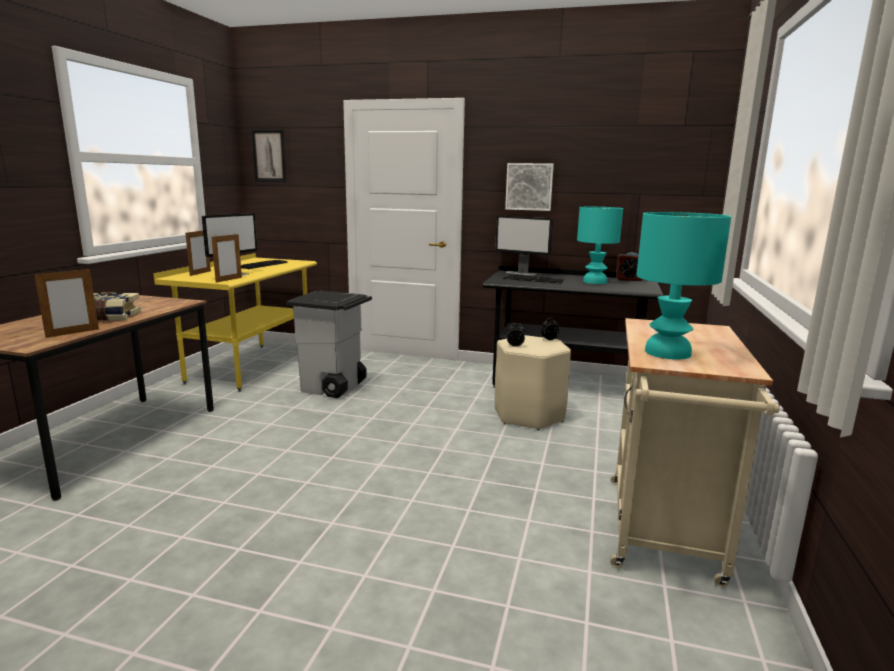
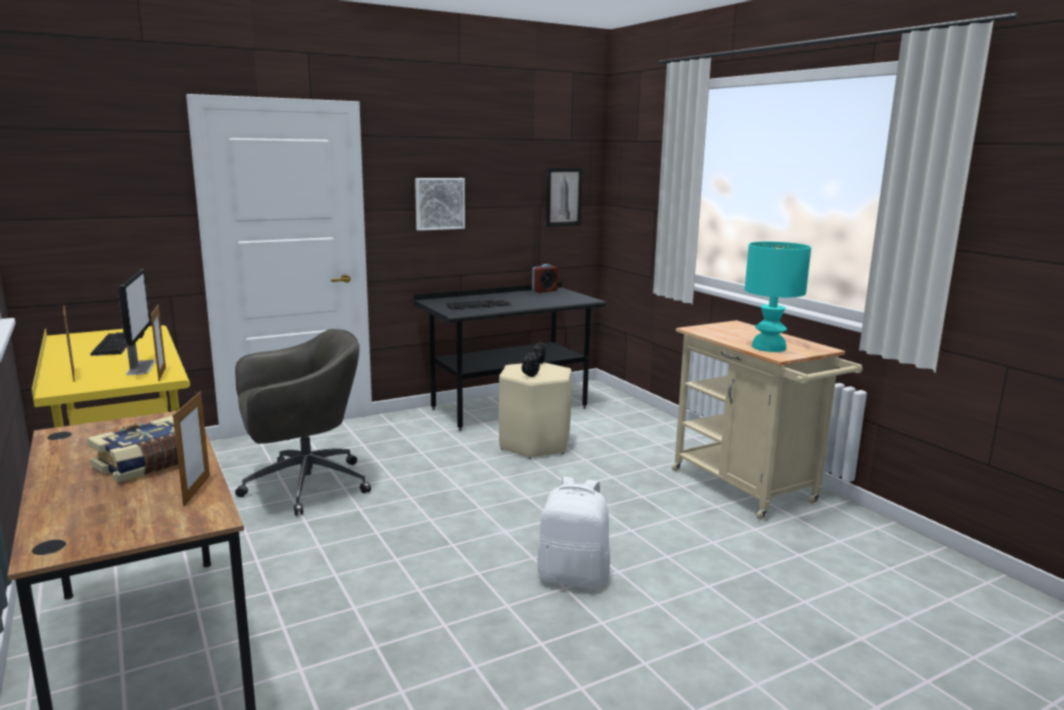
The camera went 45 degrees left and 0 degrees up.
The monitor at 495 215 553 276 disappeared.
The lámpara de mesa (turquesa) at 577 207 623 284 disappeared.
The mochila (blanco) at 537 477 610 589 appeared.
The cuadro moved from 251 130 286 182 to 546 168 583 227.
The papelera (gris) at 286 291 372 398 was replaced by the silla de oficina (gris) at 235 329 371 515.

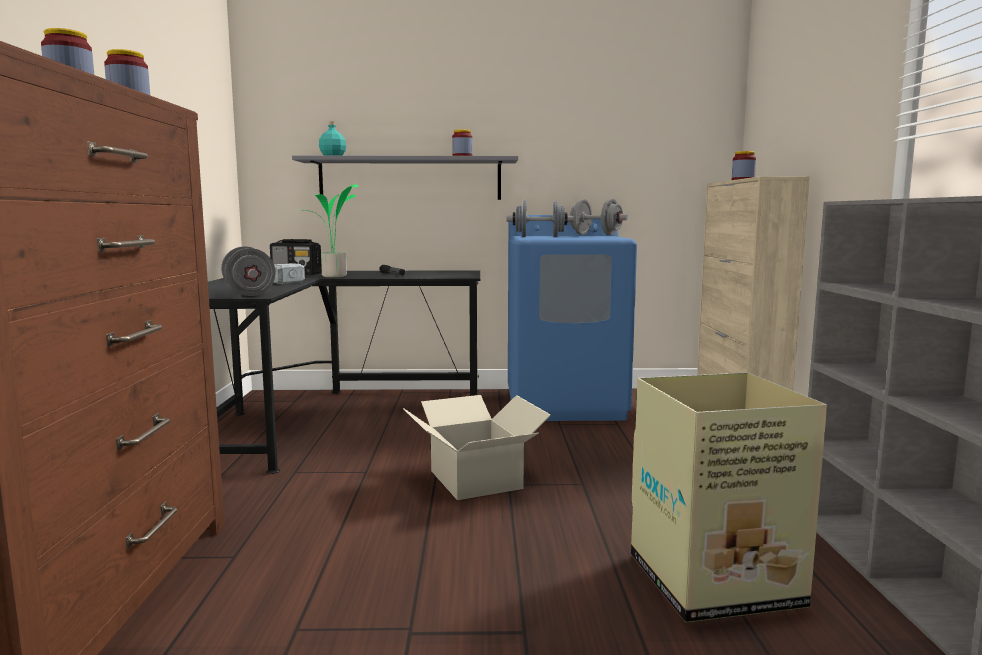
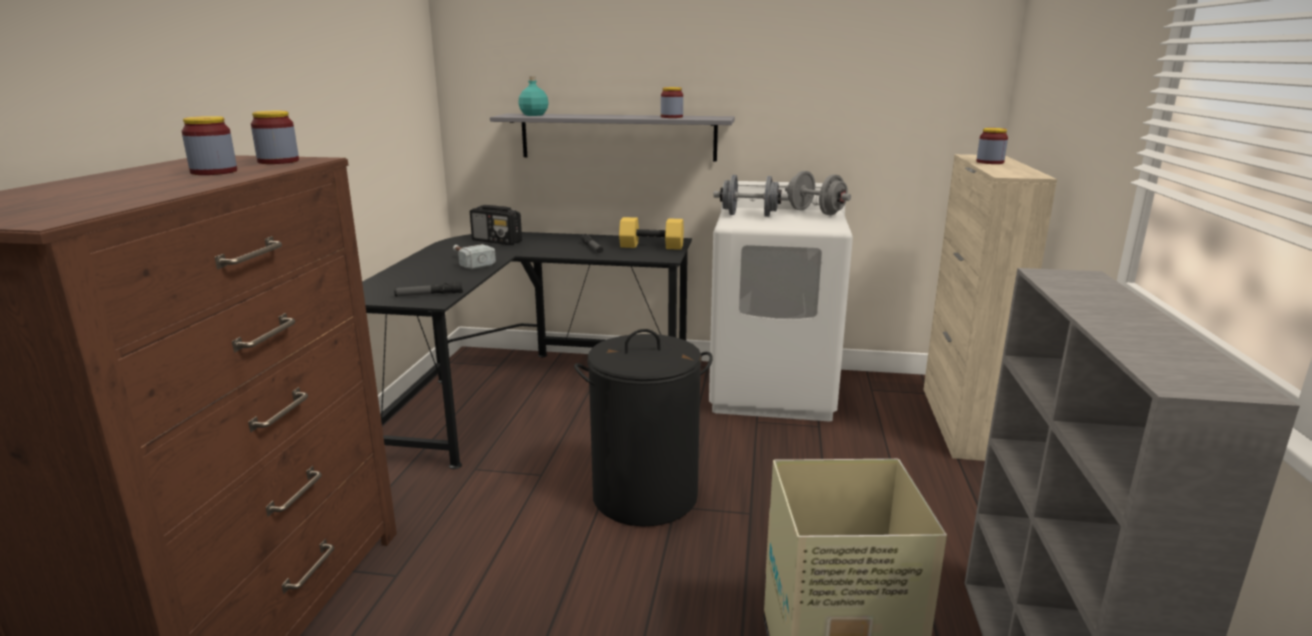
The camera went 10 degrees right and 10 degrees up.
The planta en maceta at 301 184 358 277 disappeared.
The mancuerna (amarillo) at 619 217 684 250 appeared.
The mancuerna (gris) at 221 246 275 296 was replaced by the linterna at 394 281 463 297.
The caja de cartón at 403 395 551 500 was replaced by the cesto de la ropa (negro) at 574 329 713 527.
The lavadora (azul) at 508 215 637 421 became the lavadora (blanco) at 709 181 853 421.

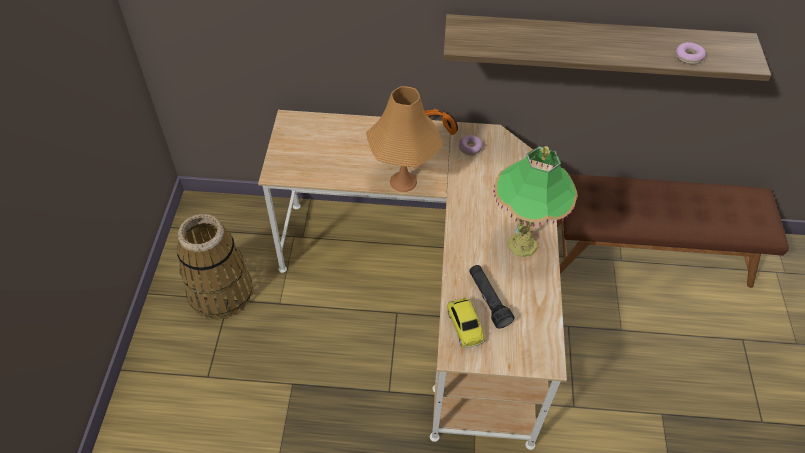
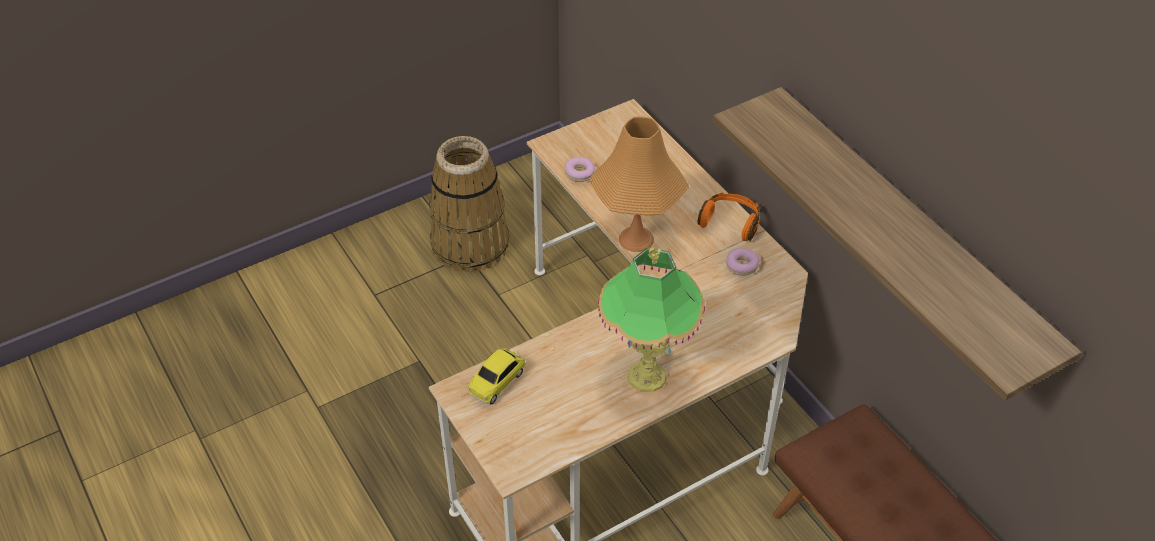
The camera went 55 degrees right and 5 degrees down.
The linterna (negro) at 469 265 515 328 disappeared.
The rosquilla moved from 675 42 706 64 to 565 157 595 182.

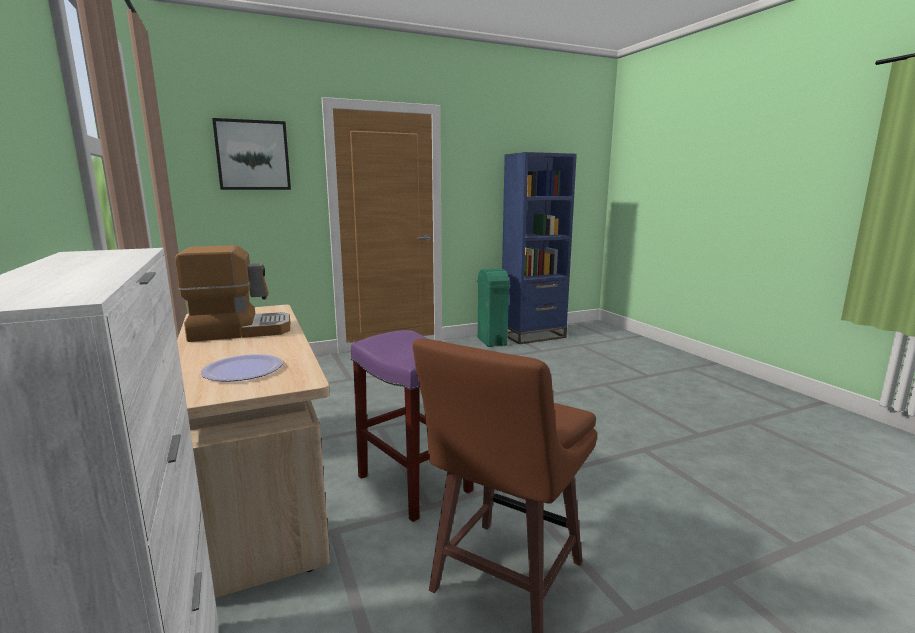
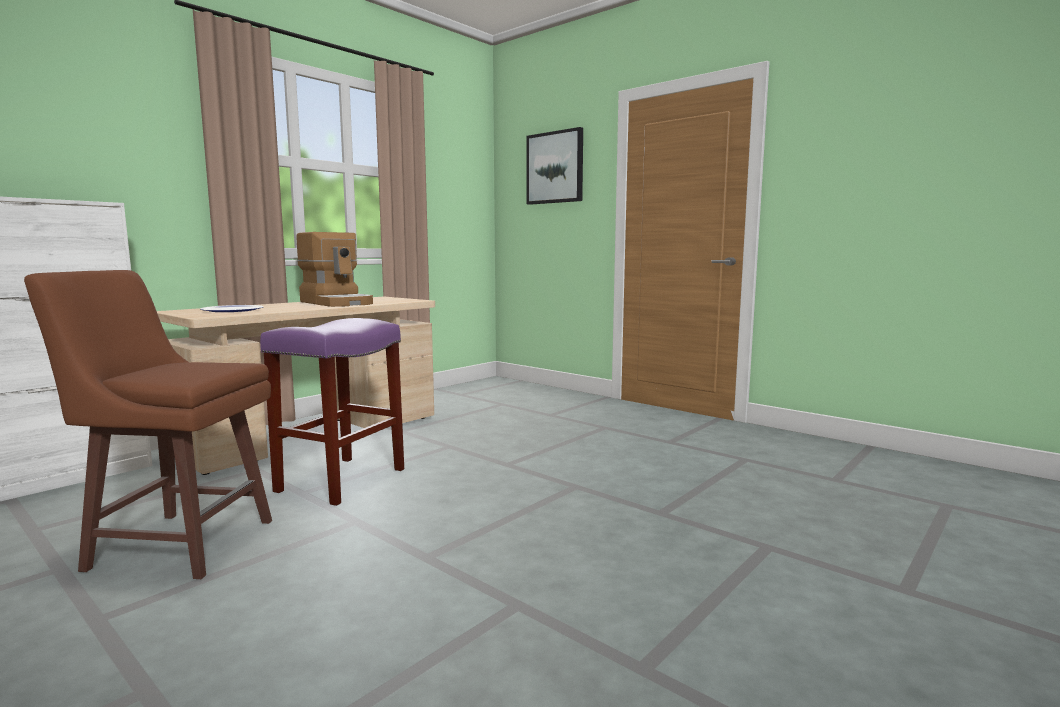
The camera went 65 degrees right and 5 degrees down.
The papelera (verde) at 477 268 511 347 disappeared.
The estantería (azul) at 502 152 577 344 disappeared.

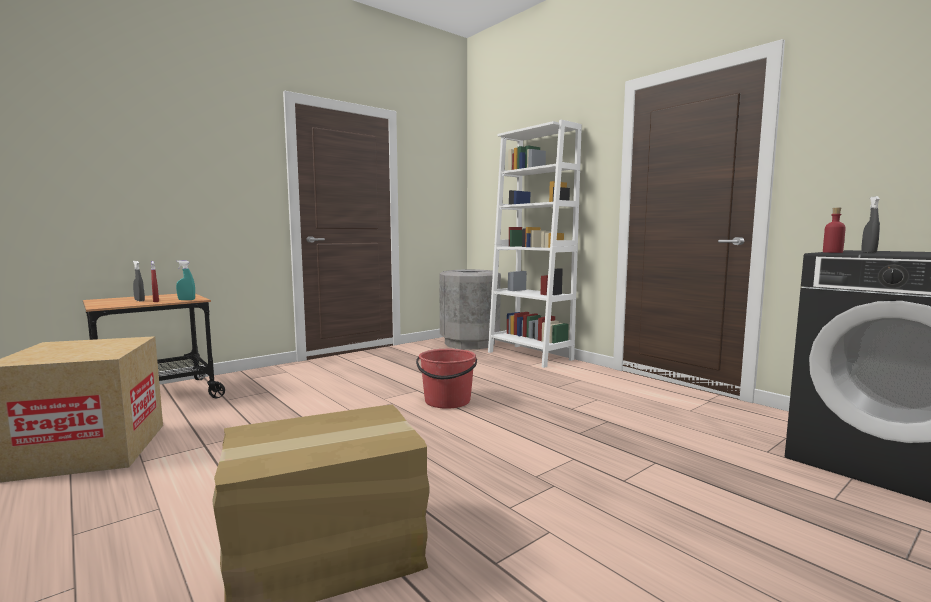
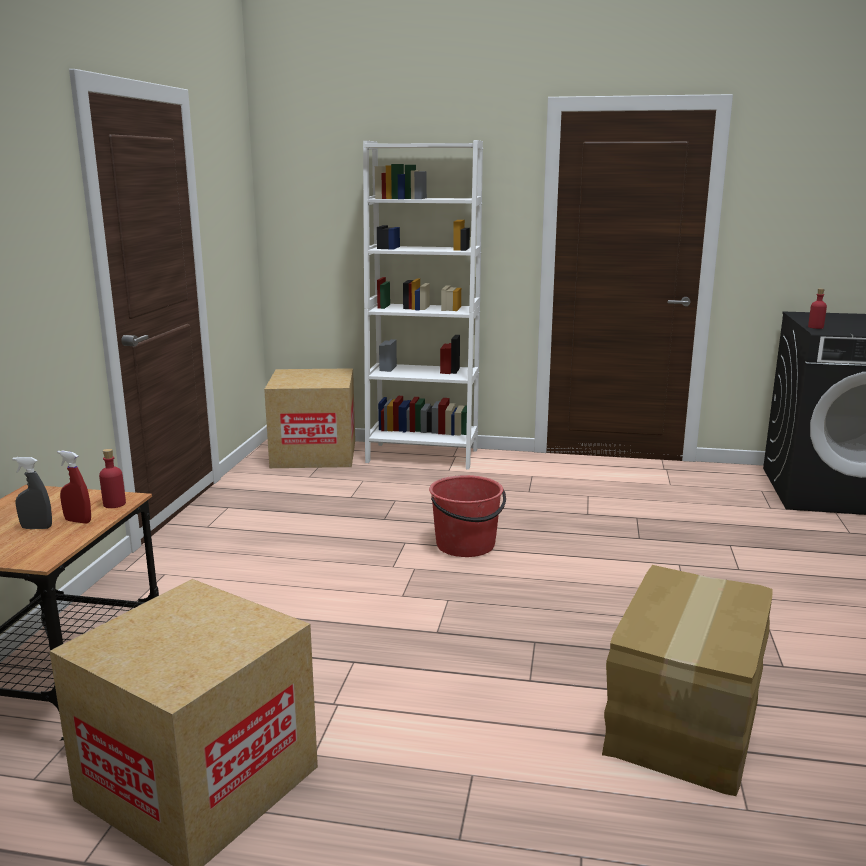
The camera went 40 degrees left and 10 degrees up.
The pulverizador (gris) at 861 196 880 253 disappeared.
The pulverizador (turquesa) at 176 260 195 300 was replaced by the botella (rojo) at 99 449 126 508.
The papelera (gris) at 439 269 501 350 was replaced by the caja de cartón at 264 368 355 468.

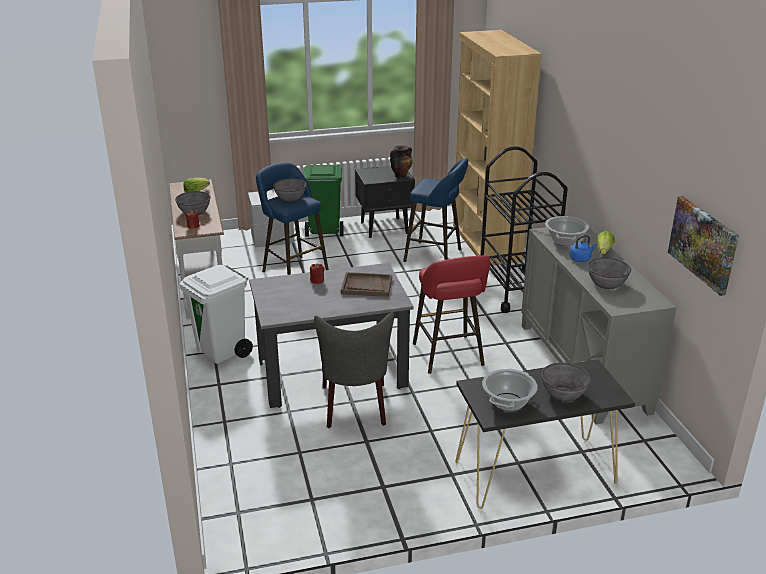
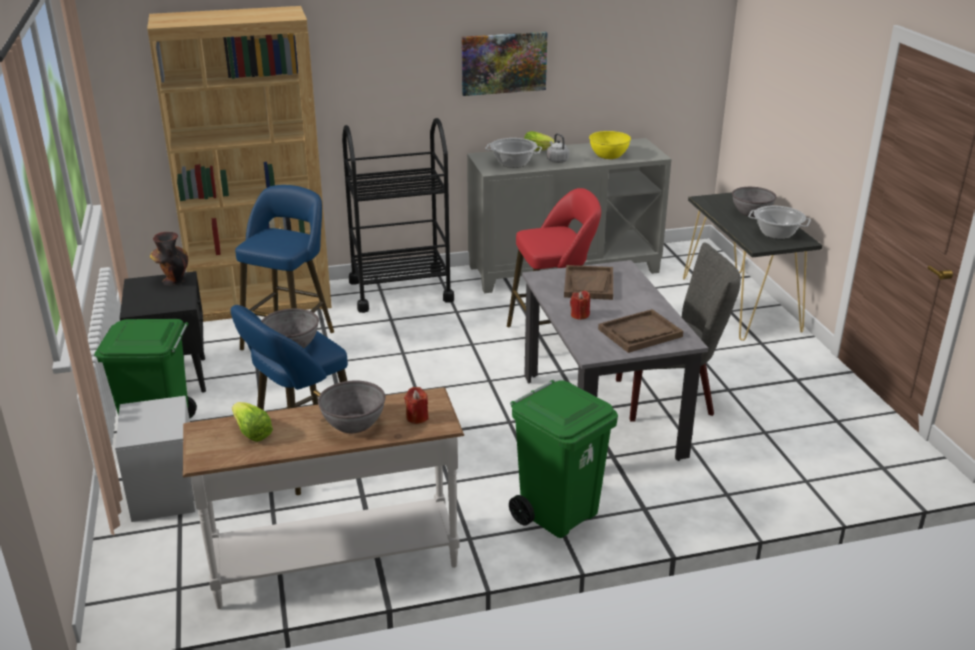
The camera went 90 degrees left and 0 degrees up.
The bandeja (marrón) at 598 309 683 353 appeared.
The cuadro moved from 668 196 739 296 to 461 32 547 96.
The papelera (blanco) at 180 265 253 364 became the papelera (verde) at 509 380 618 538.
The hervidor (azul) at 570 235 597 262 became the hervidor (gris) at 547 133 569 163.
The cuenco (gris) at 588 257 631 289 became the cuenco (amarillo) at 589 131 631 159.

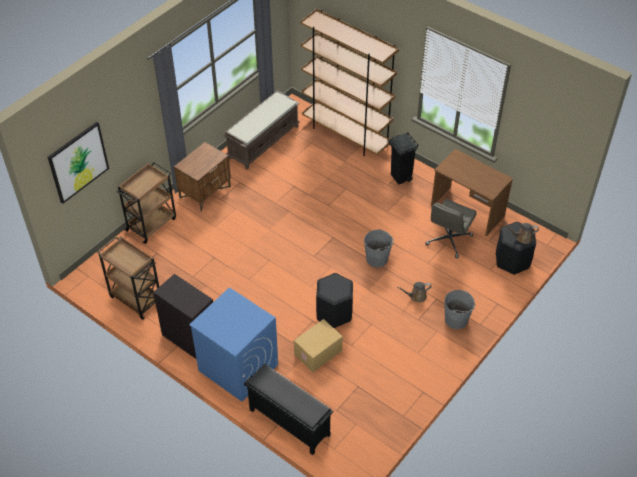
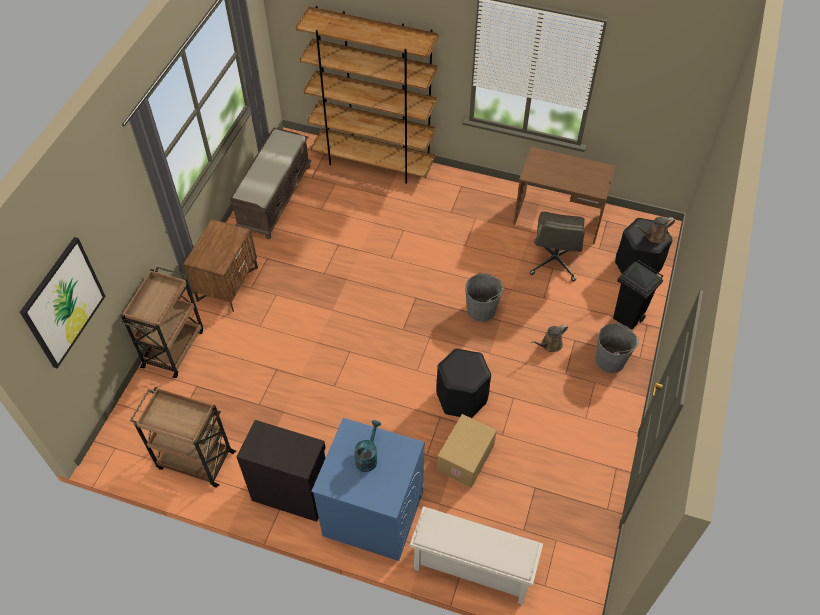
The camera went 20 degrees left and 5 degrees up.
The regadera (turquesa) at 354 420 381 472 appeared.
The papelera (negro) moved from 388 132 419 185 to 613 260 663 330.
The zapatero (negro) at 244 364 334 455 became the zapatero (blanco) at 410 506 543 605.

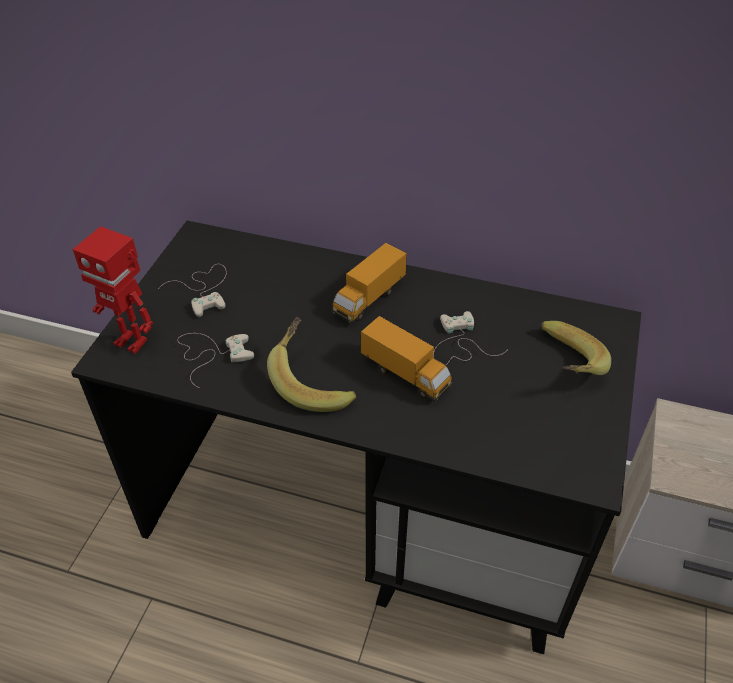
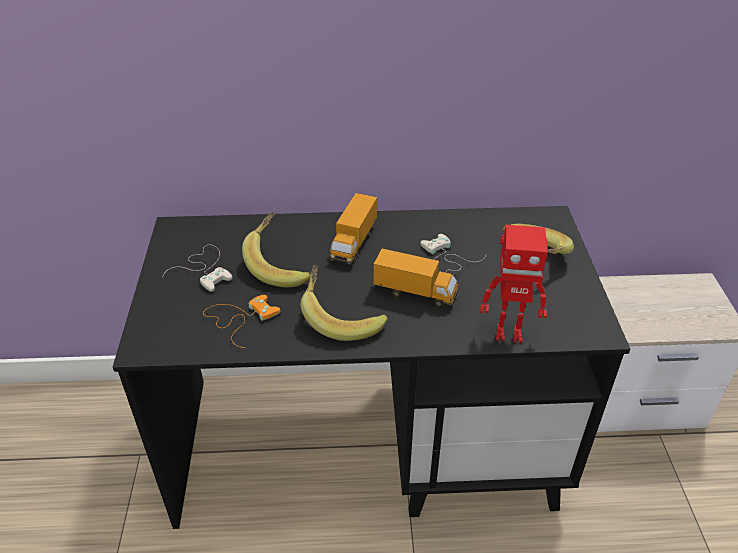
The camera went 20 degrees left and 5 degrees down.
The plátano at 242 211 310 287 appeared.
The robot de juguete moved from 72 226 153 354 to 480 225 548 343.
The mando de consola (blanco) at 178 333 254 388 became the mando de consola (naranja) at 203 295 280 348.

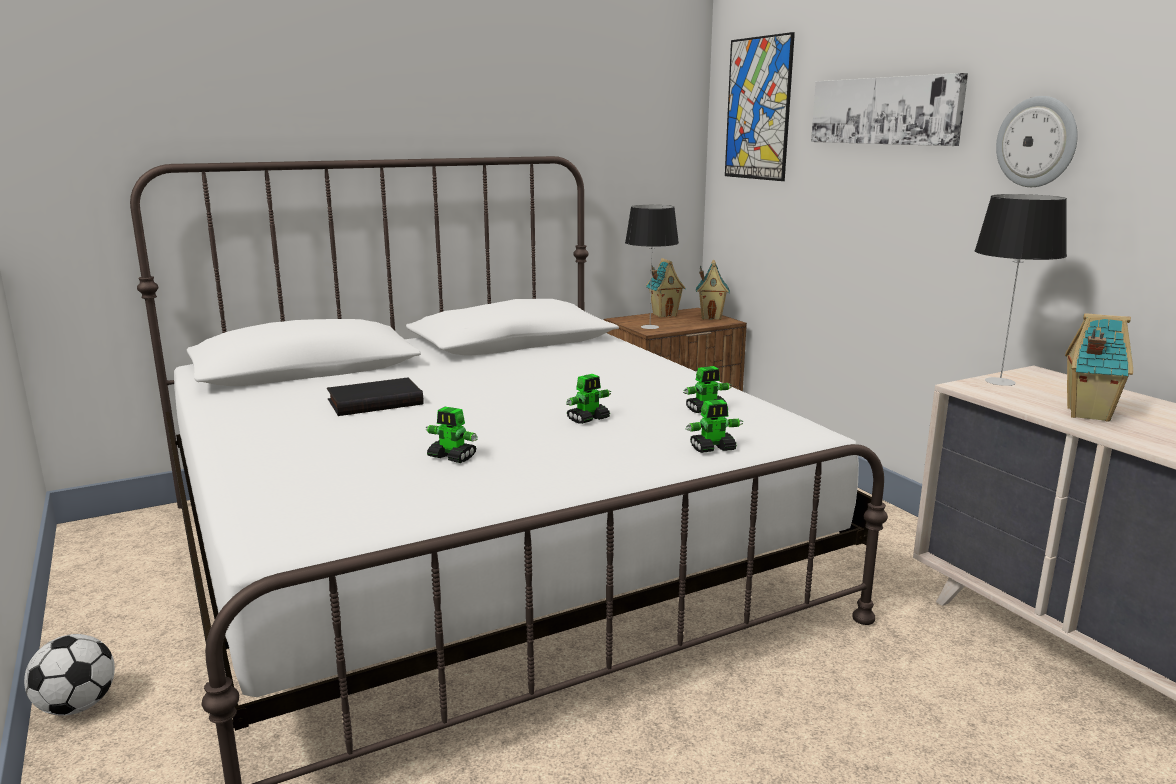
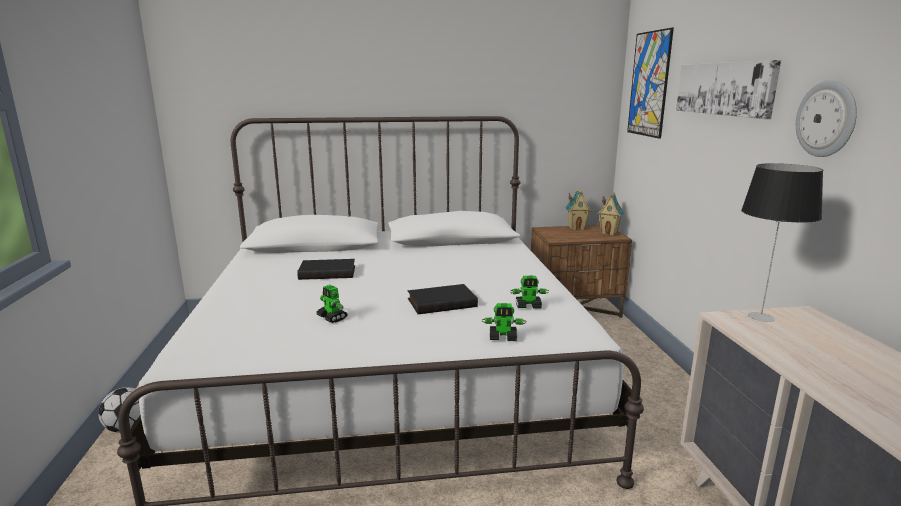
The camera went 20 degrees right and 0 degrees up.
The lámpara de mesa at 625 205 679 329 disappeared.
The casita at 1065 313 1133 422 disappeared.
The robot de juguete at 566 374 611 424 was replaced by the libro (negro) at 408 284 478 314.

